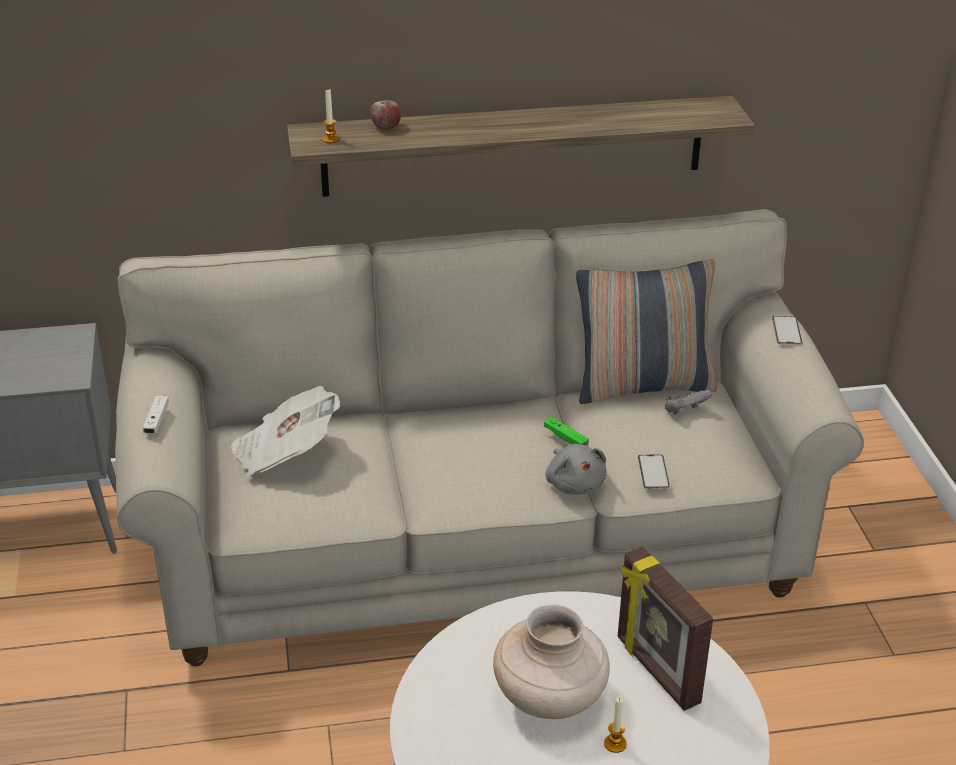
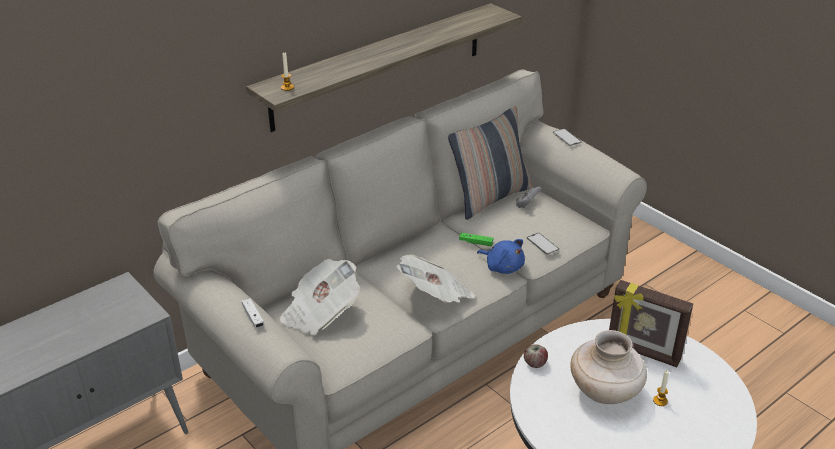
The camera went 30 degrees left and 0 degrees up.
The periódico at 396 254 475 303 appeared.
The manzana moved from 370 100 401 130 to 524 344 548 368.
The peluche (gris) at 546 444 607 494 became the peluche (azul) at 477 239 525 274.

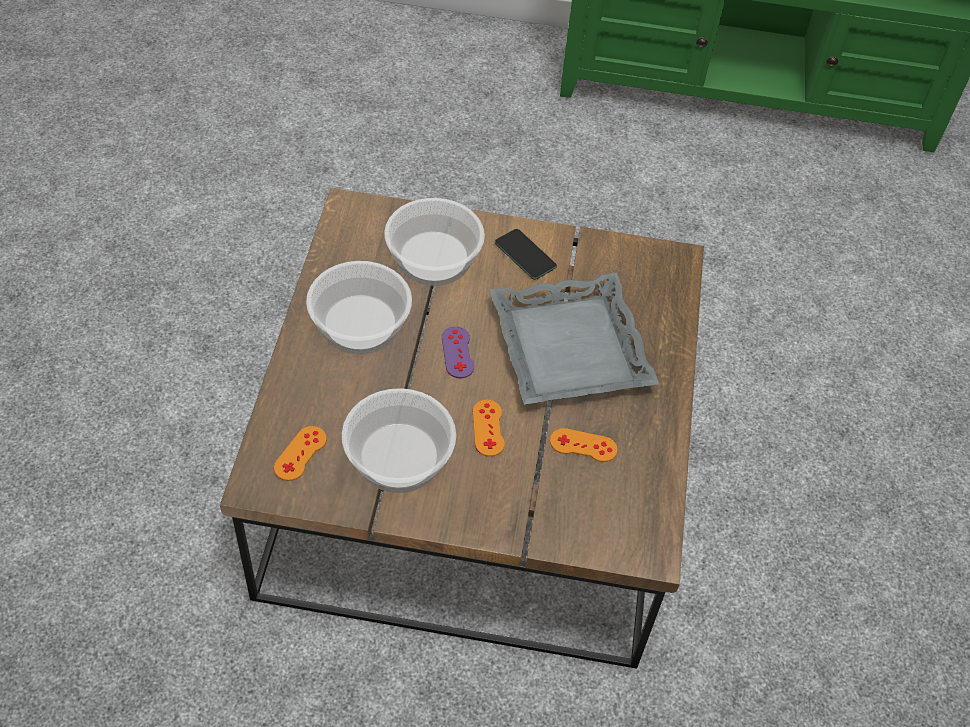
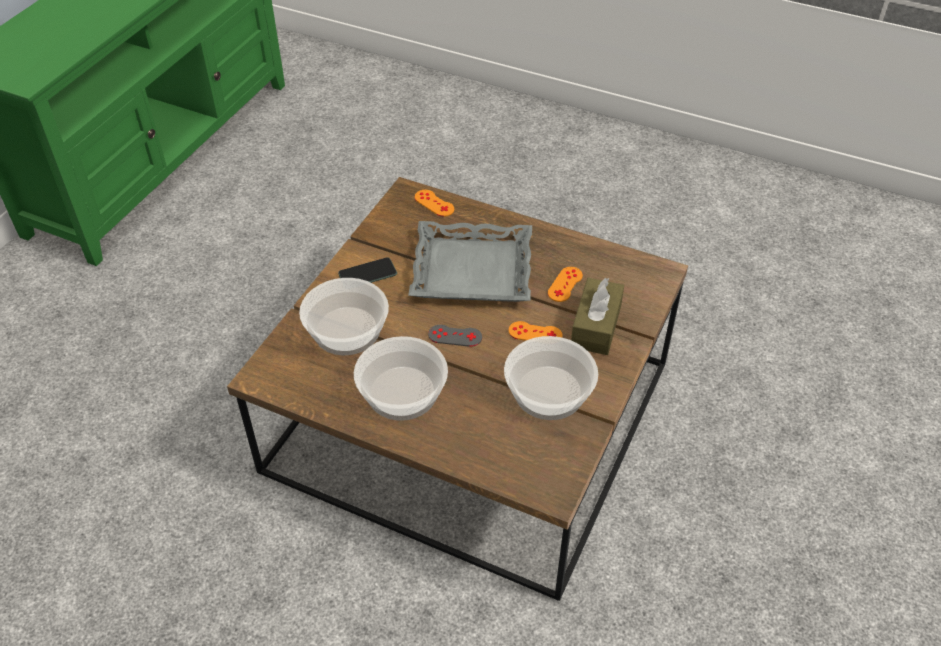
The camera went 70 degrees left and 5 degrees down.
The caja de pañuelos (marrón) at 571 278 624 355 appeared.
The mando de consola (naranja) moved from 274 426 327 481 to 415 190 454 217.
The mando de consola (morado) at 442 326 474 378 became the mando de consola (gris) at 428 325 482 347.

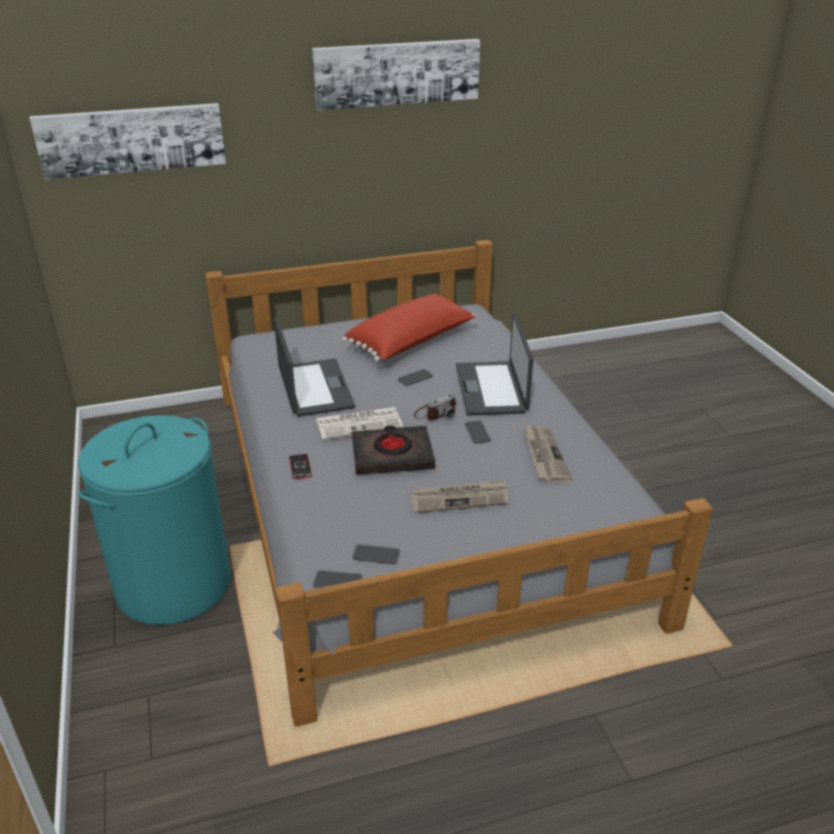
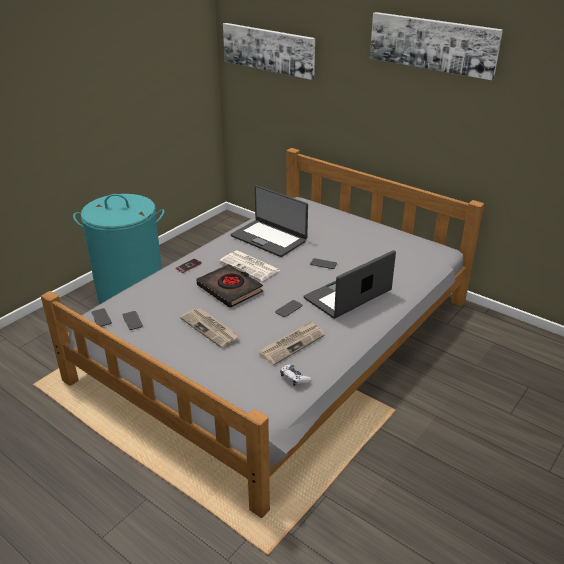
The camera went 55 degrees right and 0 degrees up.
The cojín (rojo) at 342 294 475 362 disappeared.
The cámara at 414 394 457 421 disappeared.
The mando de consola at 280 364 312 386 appeared.
The portátil at 274 317 355 417 turned 90 degrees clockwise.

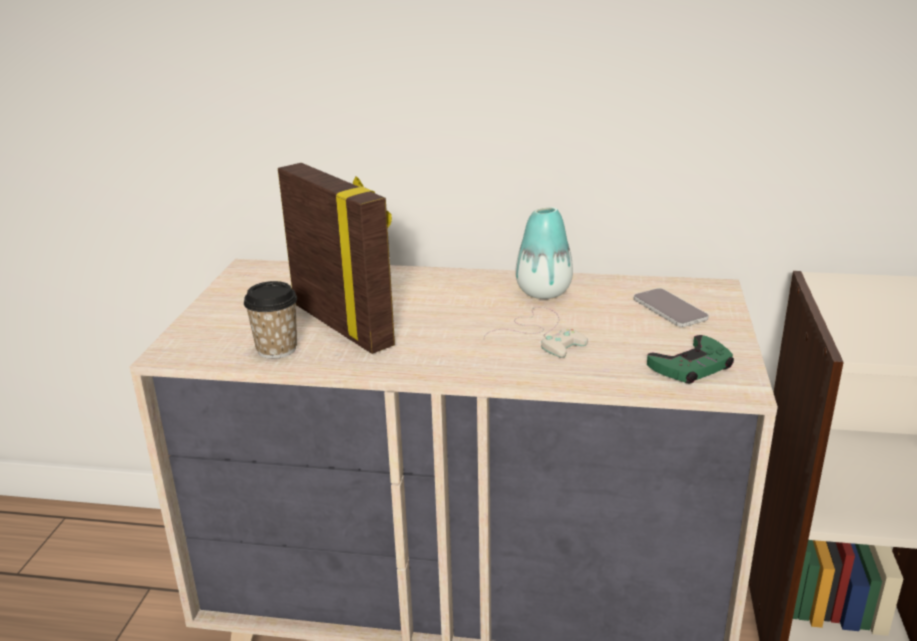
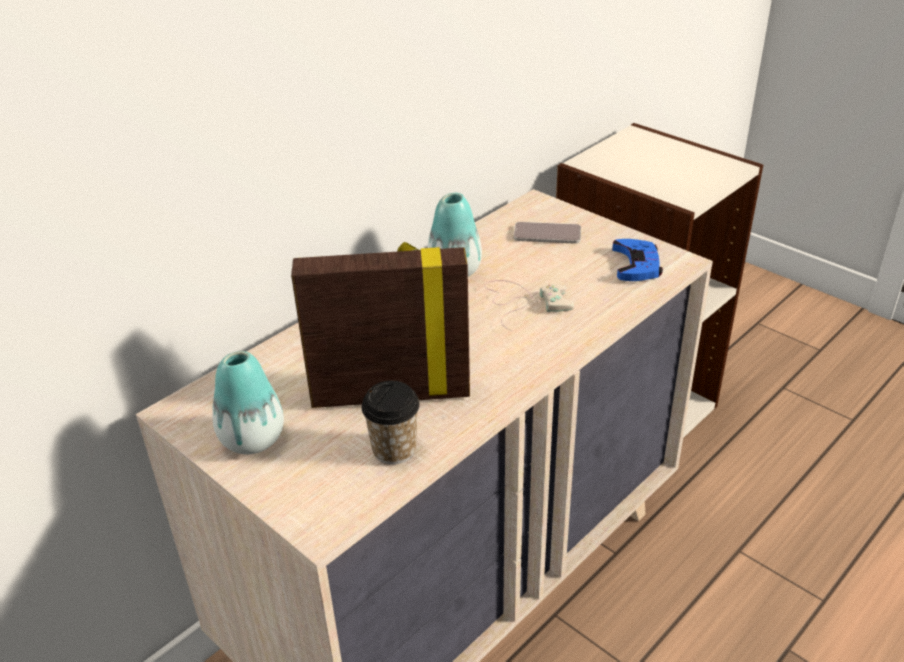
The camera went 55 degrees left and 10 degrees up.
The florero at 212 351 284 454 appeared.
The mando de consola (verde) at 647 335 734 383 became the mando de consola (azul) at 612 239 663 281.

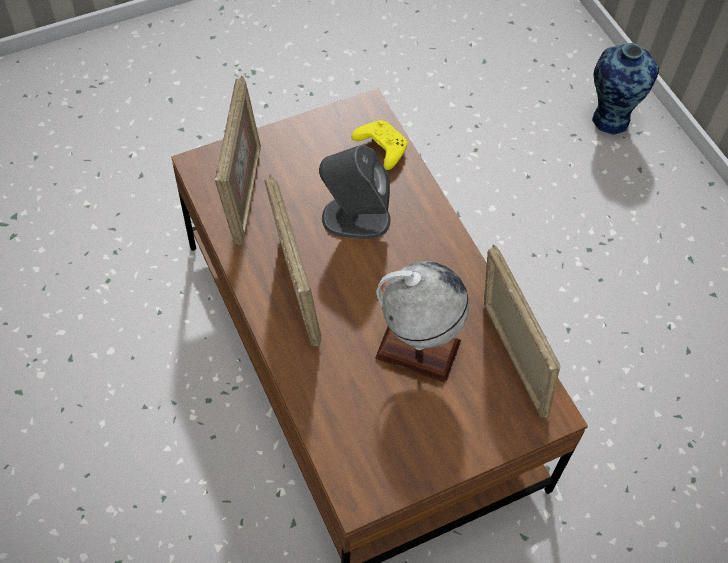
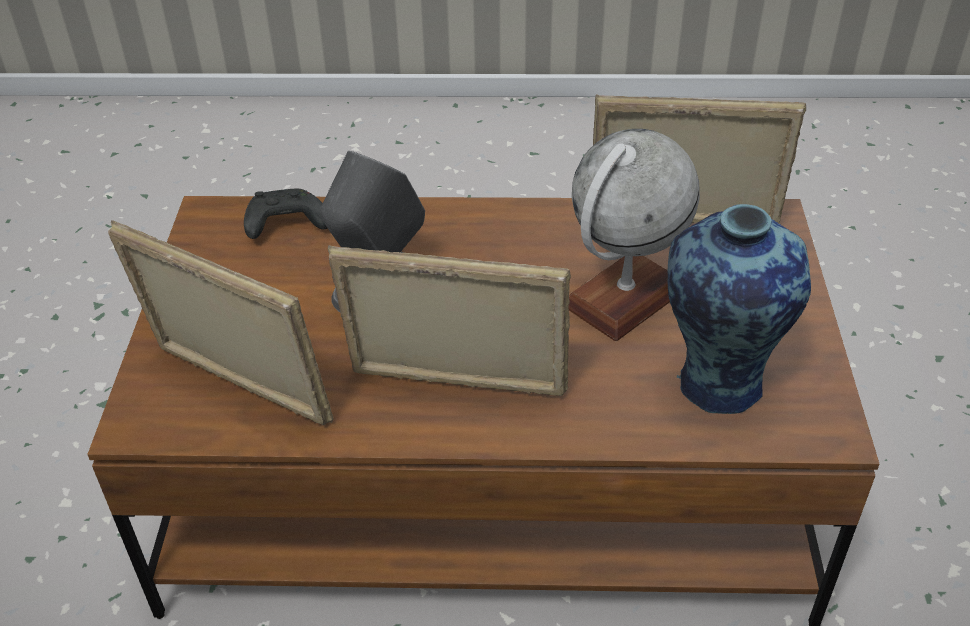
The camera went 60 degrees left and 15 degrees down.
The florero moved from 592 43 659 135 to 668 204 811 414.
The mando de consola (amarillo) at 351 120 407 170 became the mando de consola (negro) at 244 189 327 239.

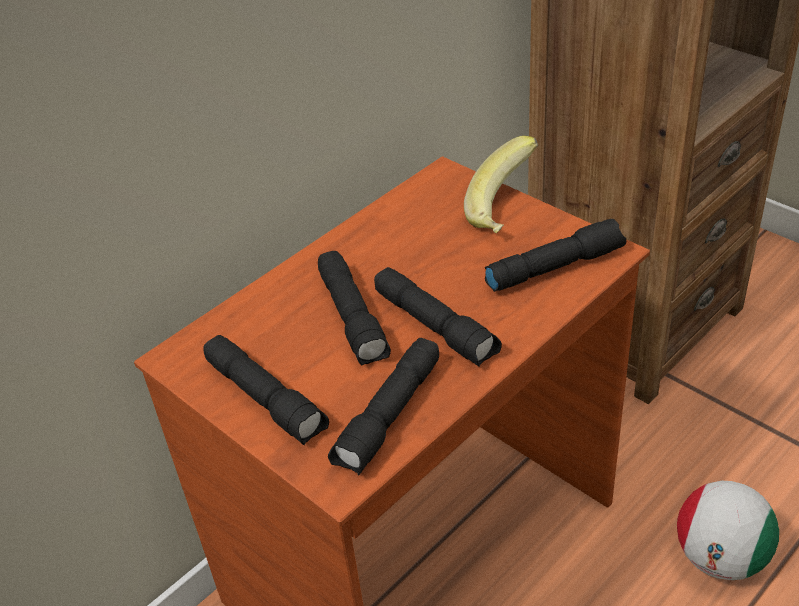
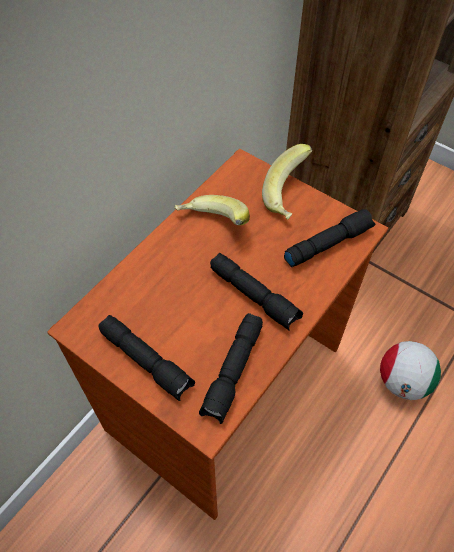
The camera went 10 degrees left and 15 degrees up.
The linterna (negro) at 318 251 391 365 disappeared.
The plátano at 174 195 250 225 appeared.

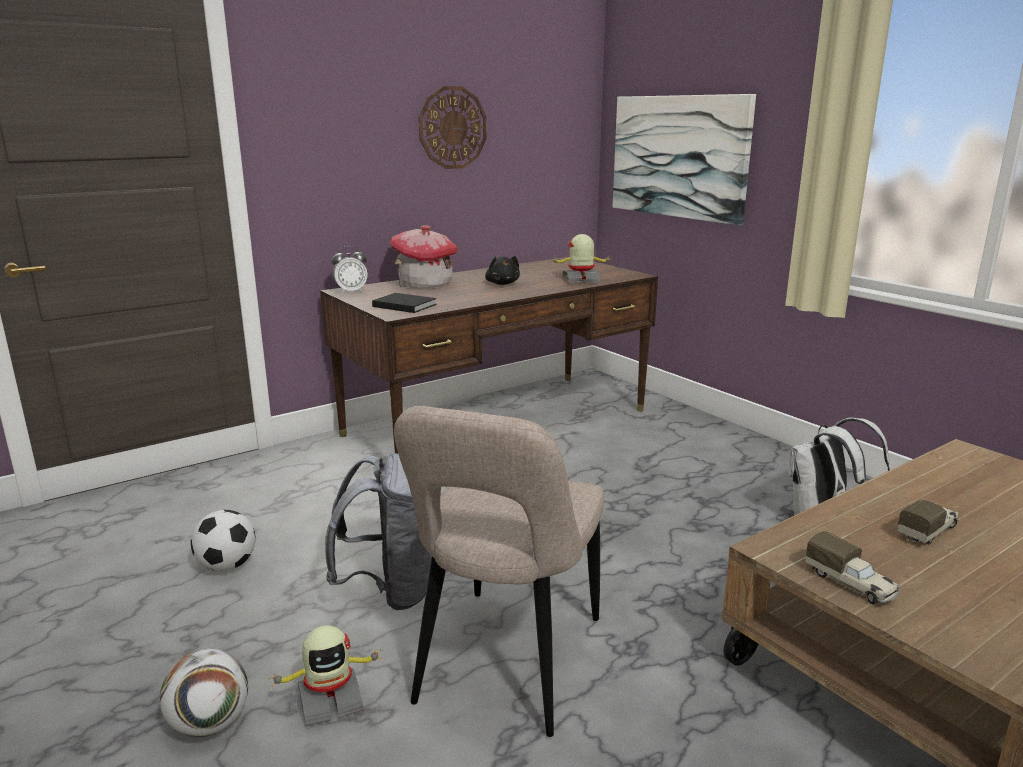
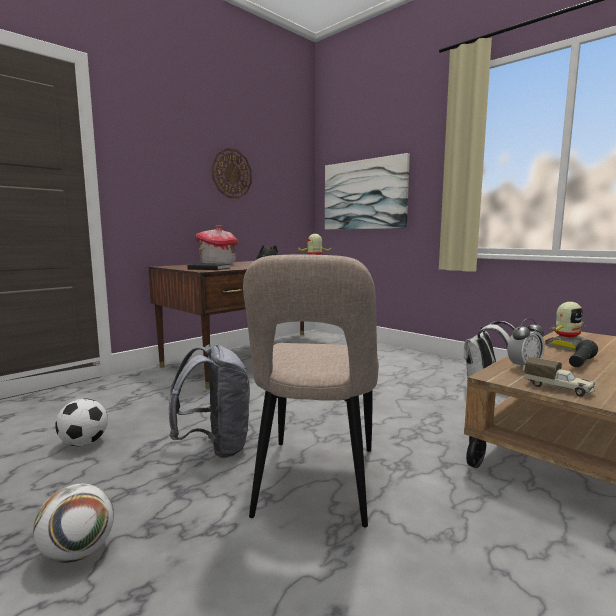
The camera went 10 degrees left and 10 degrees down.
The robot de juguete moved from 269 625 382 727 to 544 302 589 351.
The despertador moved from 331 246 367 294 to 507 318 545 371.
The camión de juguete at 897 500 959 545 was replaced by the linterna (negro) at 569 340 598 367.

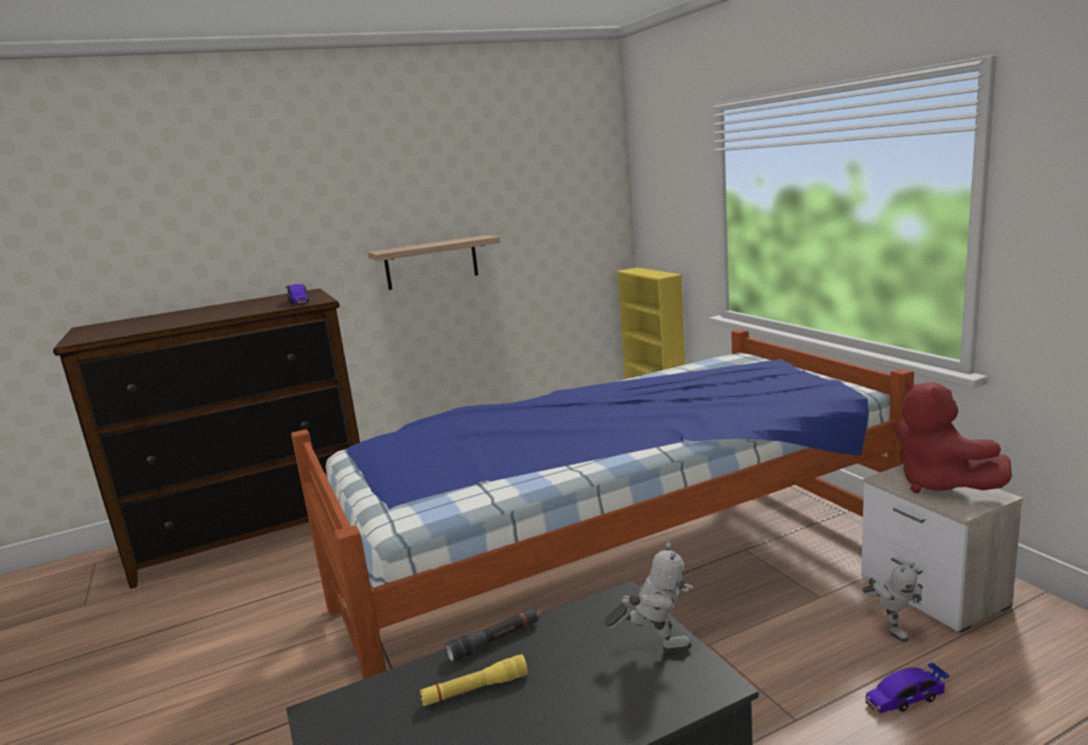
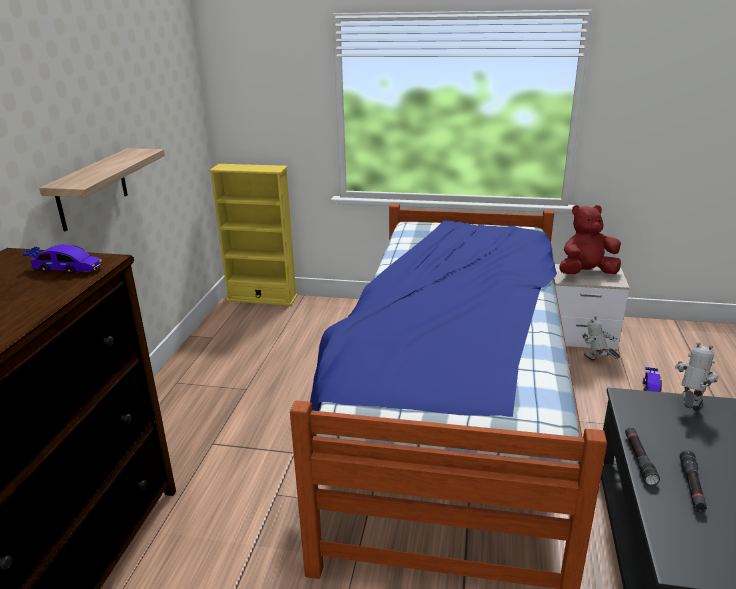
The camera went 55 degrees left and 10 degrees up.
The linterna (amarillo) at 420 654 528 706 became the linterna (negro) at 680 450 707 513.
The robot de juguete at 862 562 923 642 turned 150 degrees counterclockwise.
The peluche (rojo) at 893 380 1012 493 turned 150 degrees clockwise.

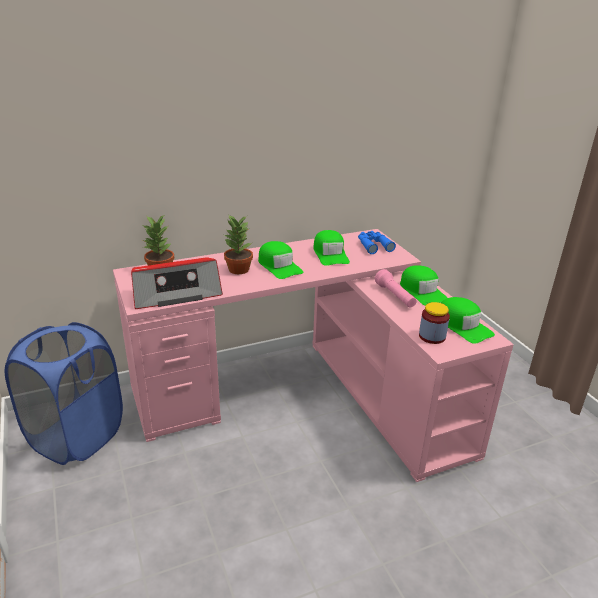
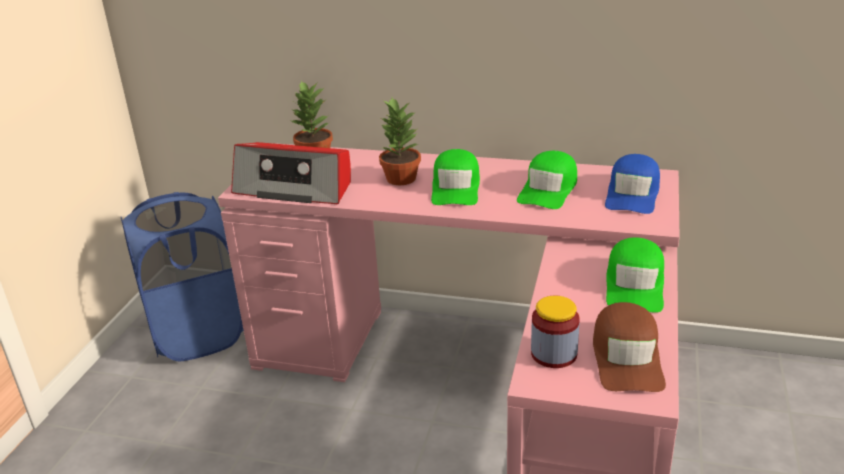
The camera went 40 degrees right and 0 degrees up.
The linterna (rosa) at 375 269 417 307 disappeared.
The prismáticos (azul) at 358 231 396 254 was replaced by the gorra (azul) at 605 154 660 214.
The gorra (verde) at 441 297 495 344 became the gorra (marrón) at 593 302 666 392.

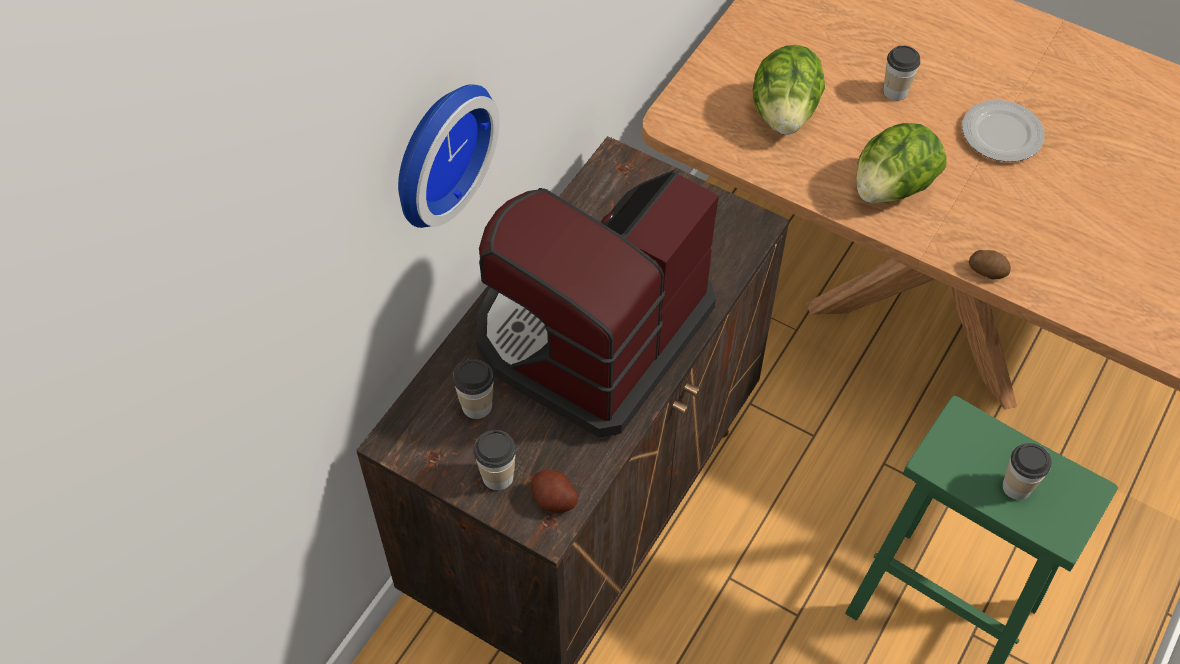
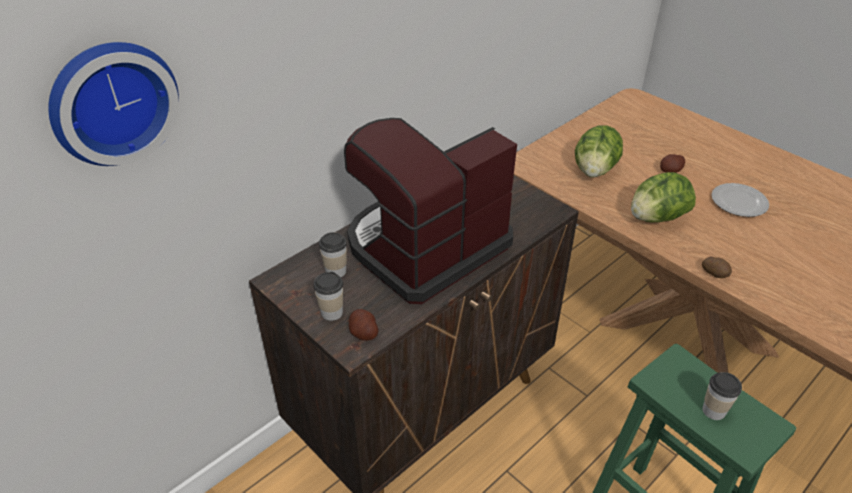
The camera went 15 degrees right and 15 degrees down.
The reloj de pared moved from 398 84 500 228 to 48 42 179 166.
The taza at 883 46 920 101 was replaced by the patata at 660 154 685 173.

